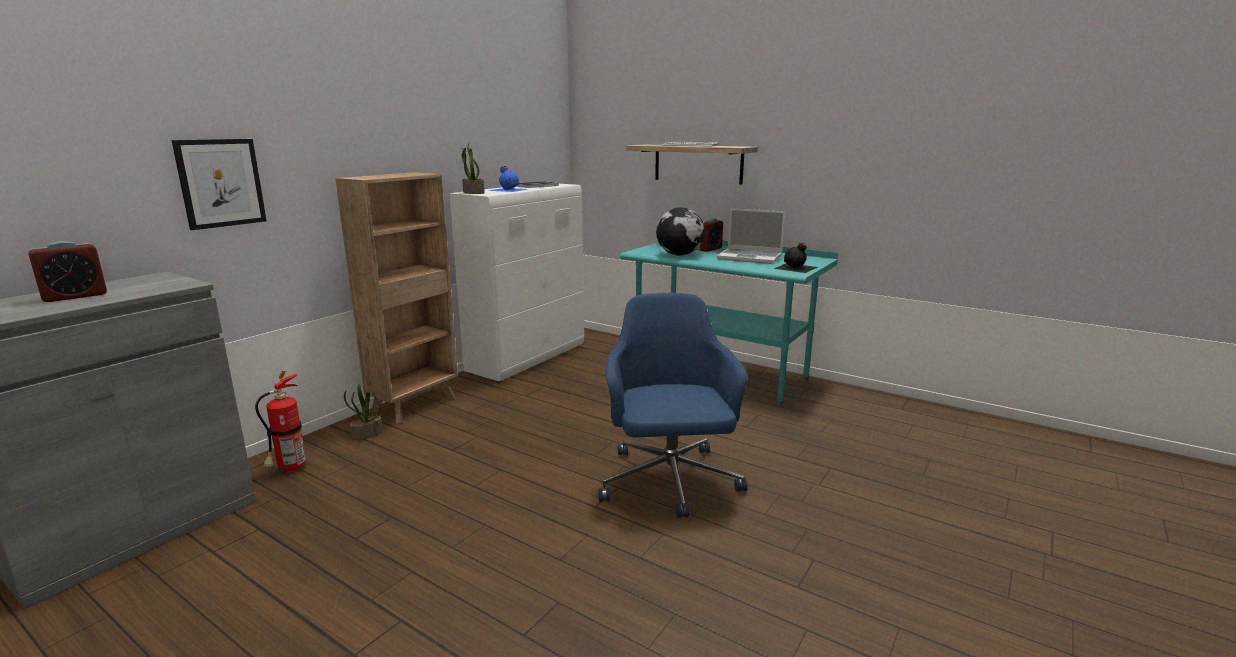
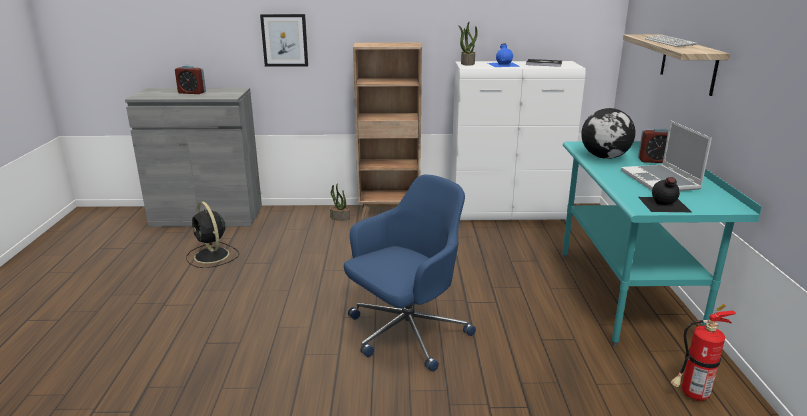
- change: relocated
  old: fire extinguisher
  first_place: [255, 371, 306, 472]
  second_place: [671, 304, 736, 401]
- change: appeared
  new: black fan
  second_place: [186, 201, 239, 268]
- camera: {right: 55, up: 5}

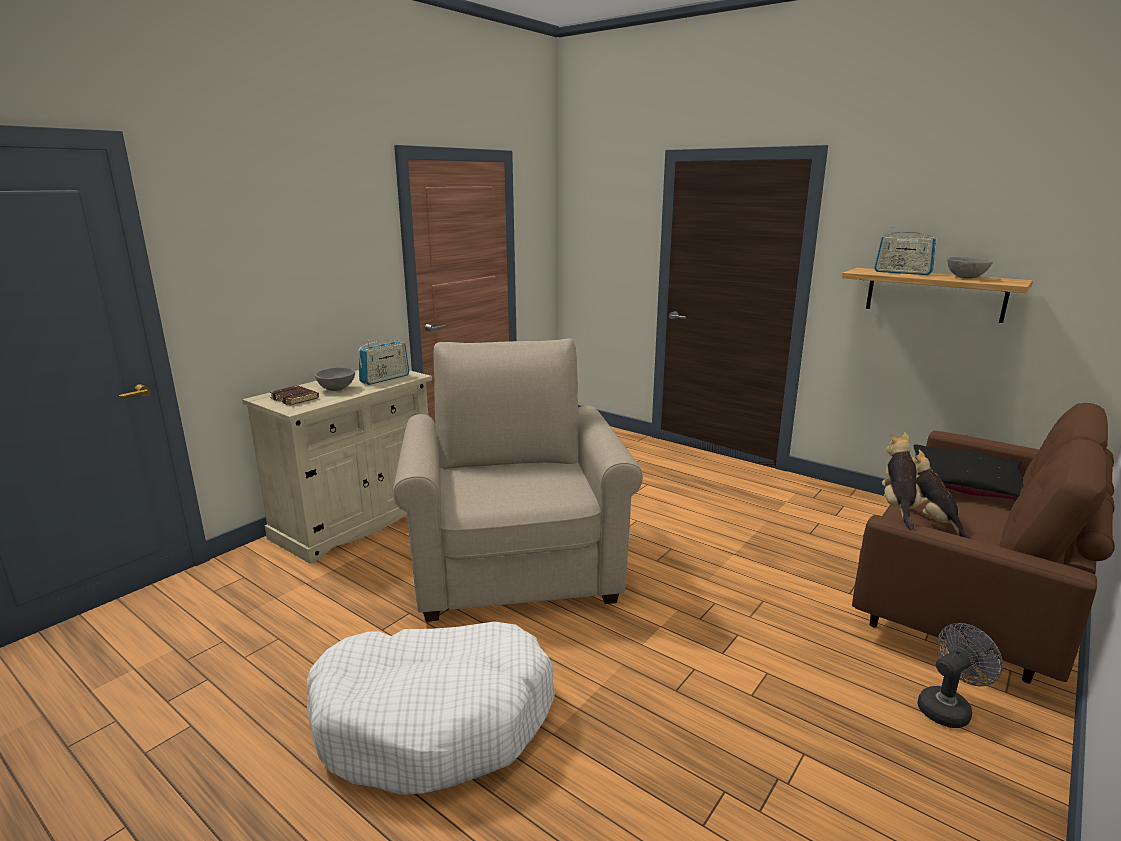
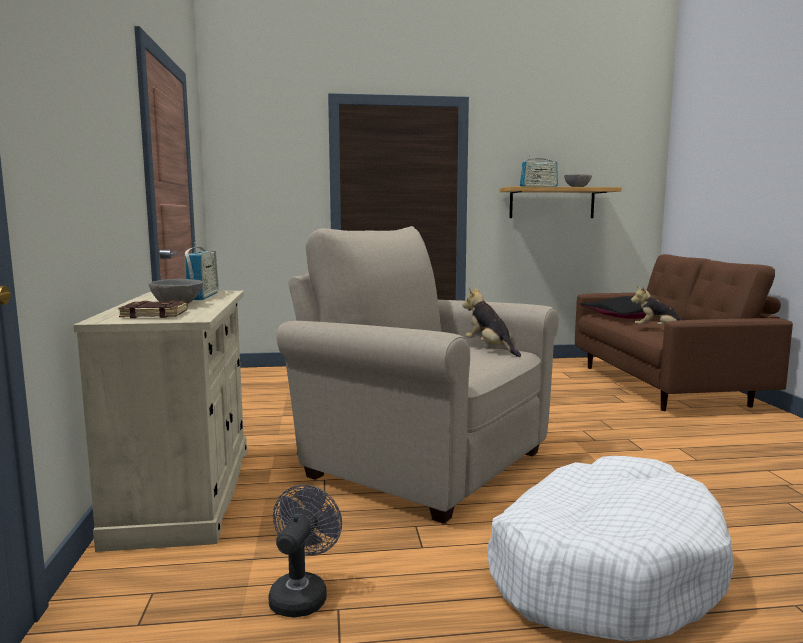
- change: relocated
  old: plush toy
  first_place: [882, 432, 928, 530]
  second_place: [462, 287, 521, 357]
- change: relocated
  old: grey fan
  first_place: [917, 623, 1003, 728]
  second_place: [269, 485, 342, 617]
- camera: {right: -45, up: -10}

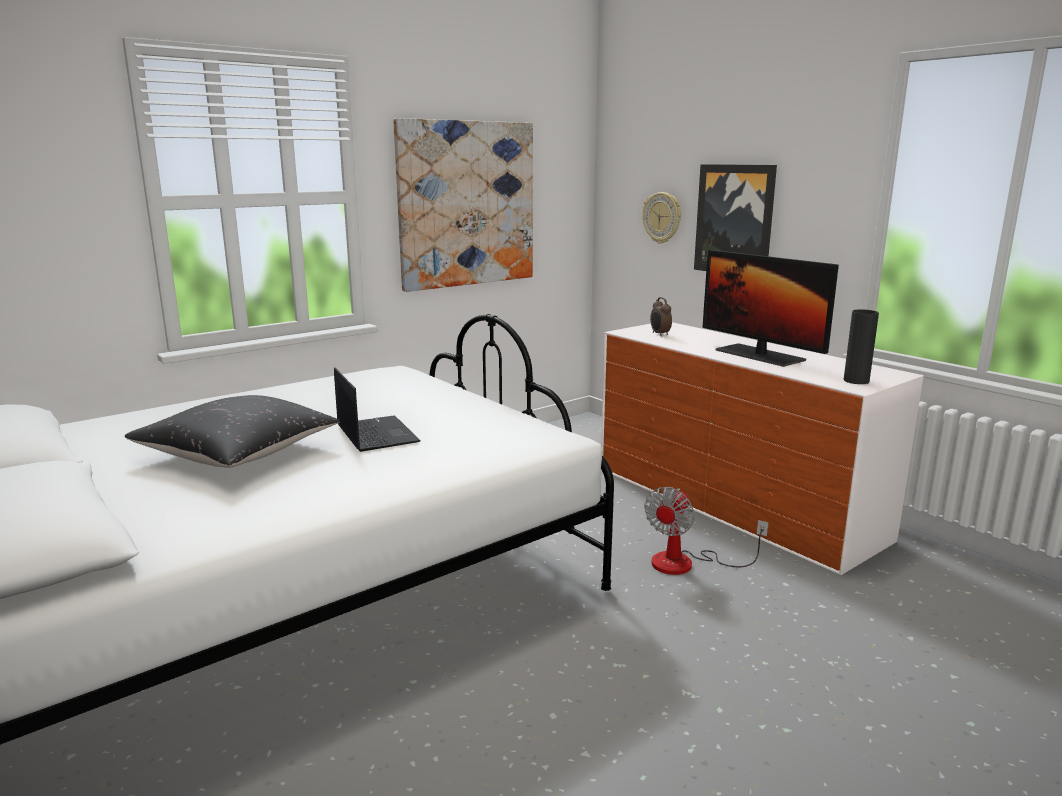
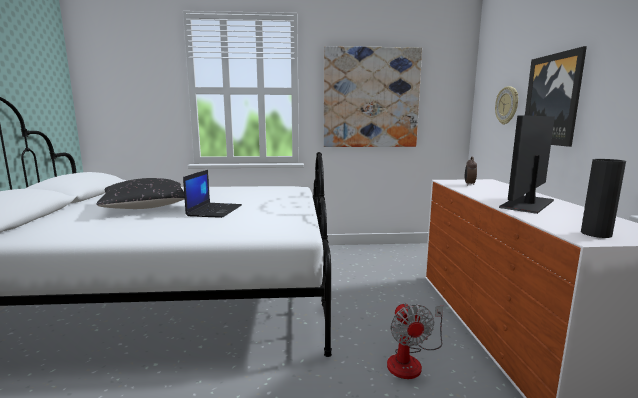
- change: spun
  old: fan
  first_place: [644, 487, 769, 575]
  second_place: [387, 302, 443, 379]
  degrees: -75
- change: spun
  old: monitor
  first_place: [703, 250, 839, 367]
  second_place: [499, 115, 555, 214]
  degrees: 45
- camera: {right: 35, up: -5}

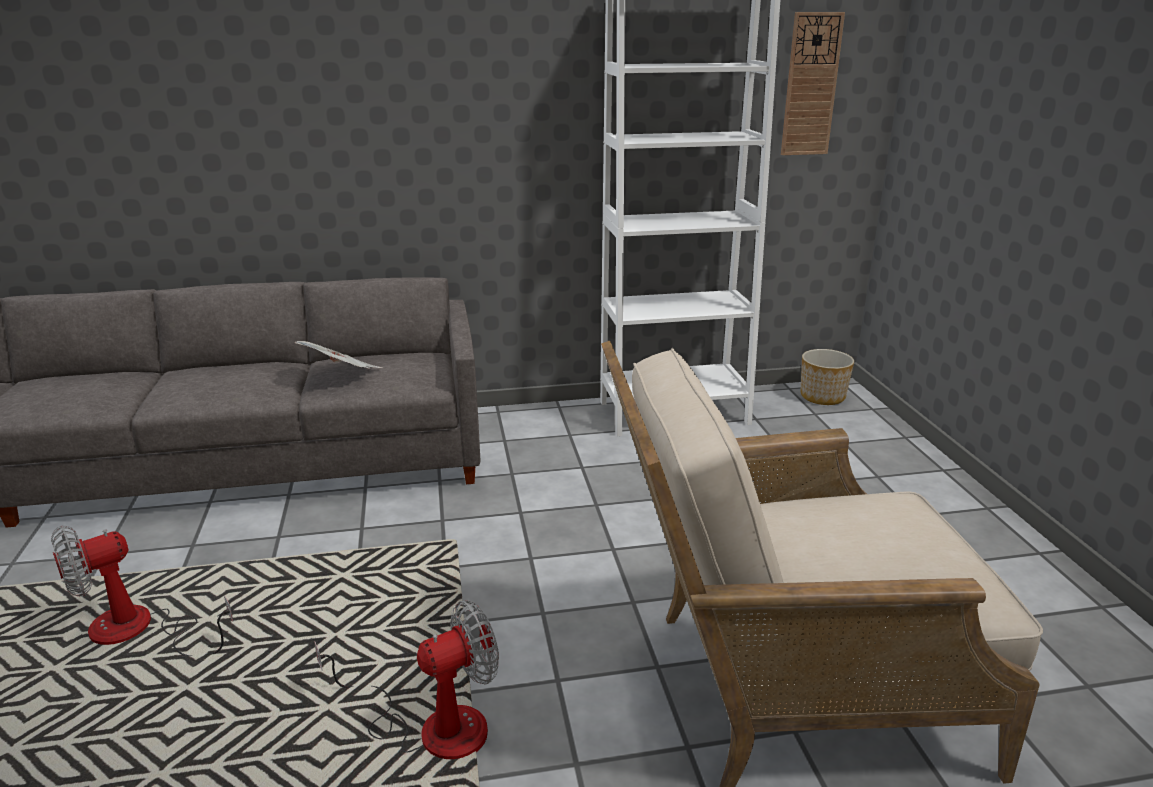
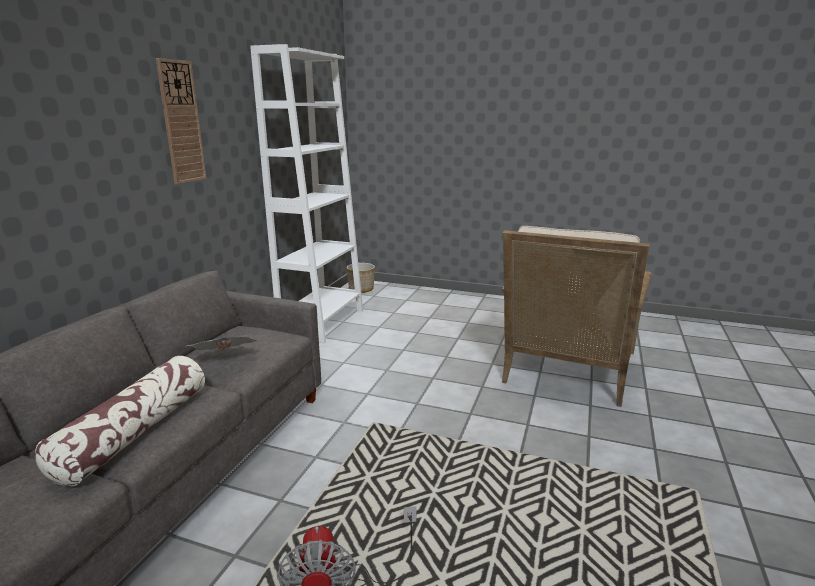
- change: missing
  old: fan
  first_place: [314, 600, 499, 759]
- change: relocated
  old: wall clock
  first_place: [781, 12, 845, 155]
  second_place: [156, 58, 206, 184]
- change: appeared
  new: pillow
  second_place: [35, 356, 205, 486]
- camera: {right: -60, up: -5}

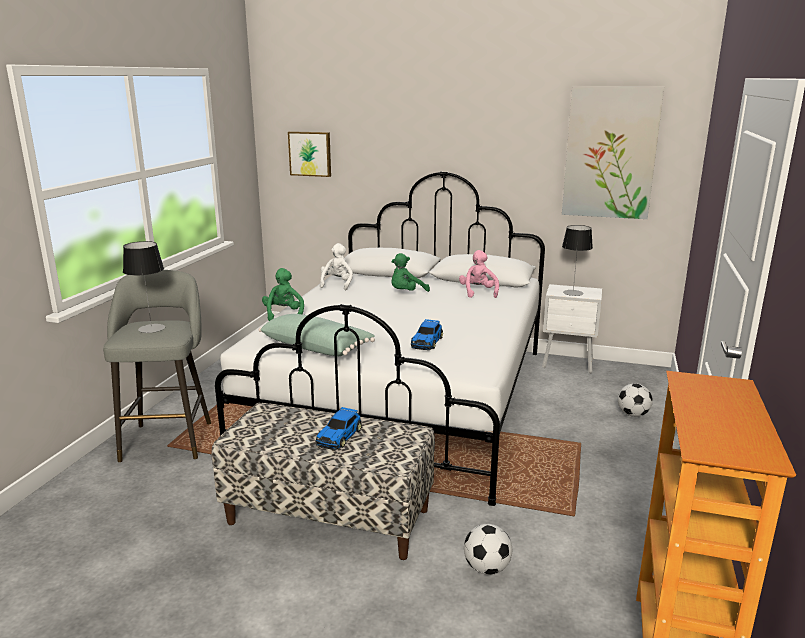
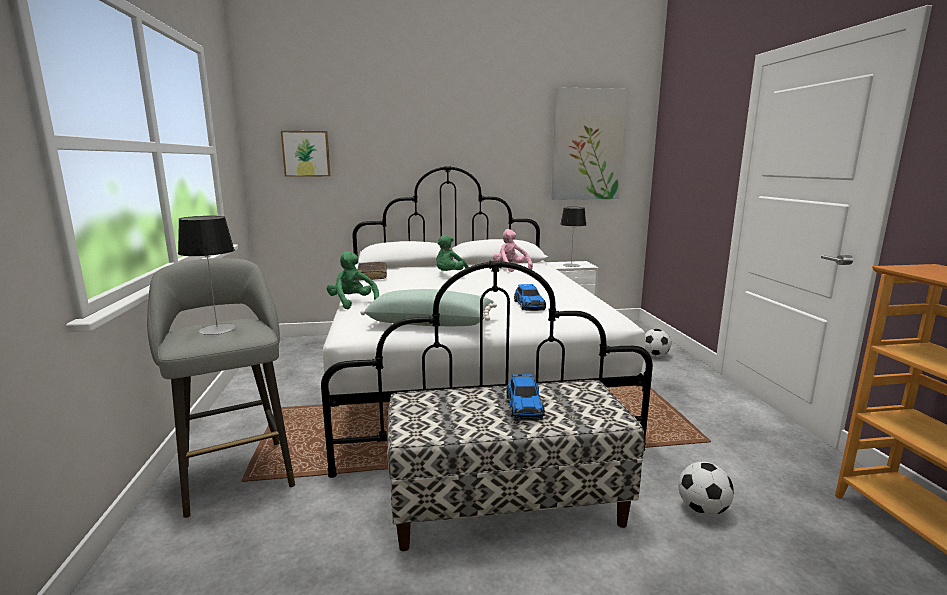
- change: exchanged
  old: white plush toy
  new: brown book
  first_place: [320, 243, 353, 290]
  second_place: [357, 262, 387, 280]
- camera: {right: -25, up: -5}

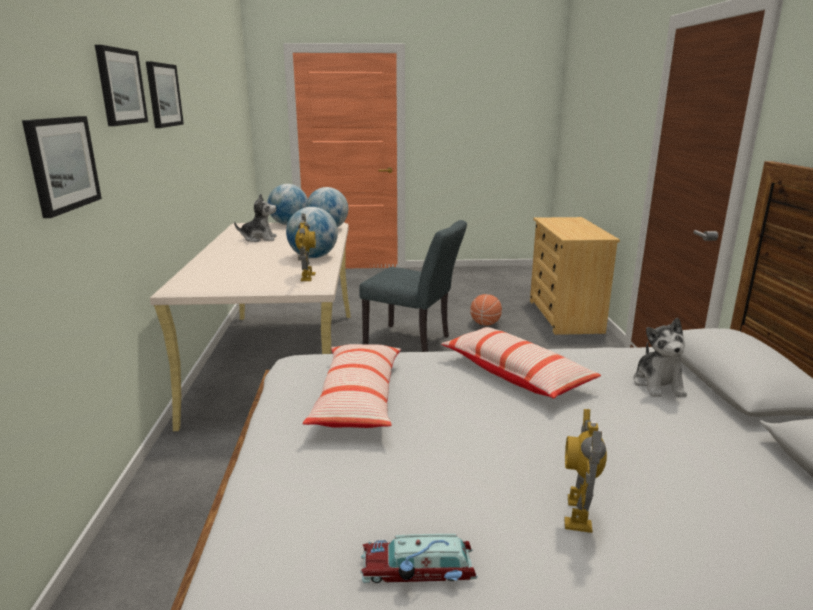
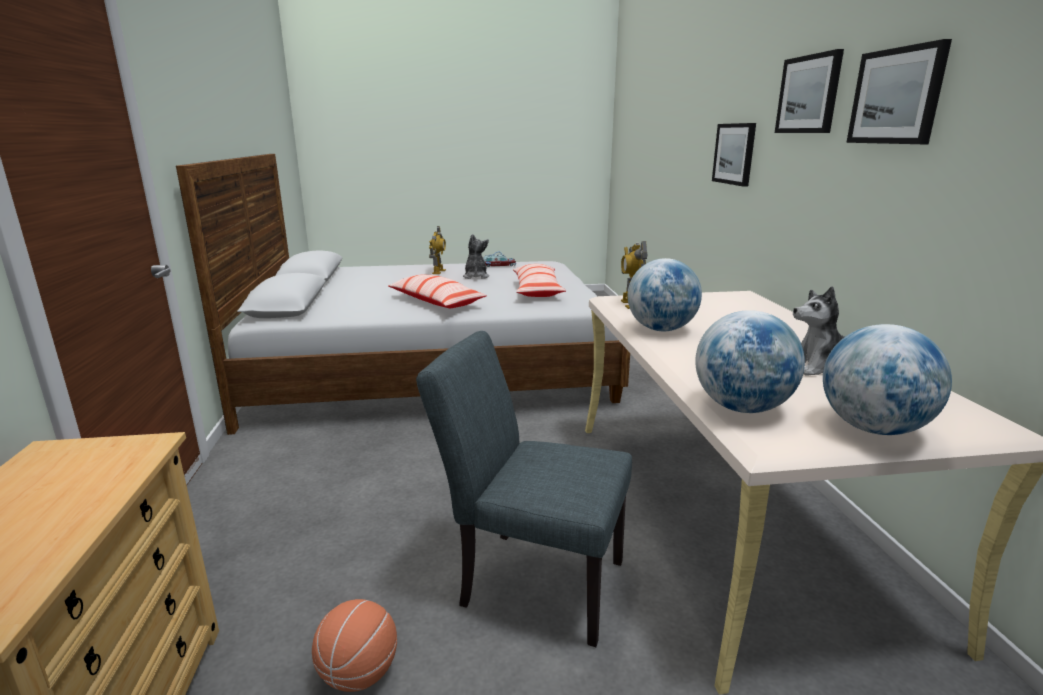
- change: relocated
  old: plush toy
  first_place: [633, 318, 687, 397]
  second_place: [463, 234, 489, 279]
- camera: {right: 175, up: 0}

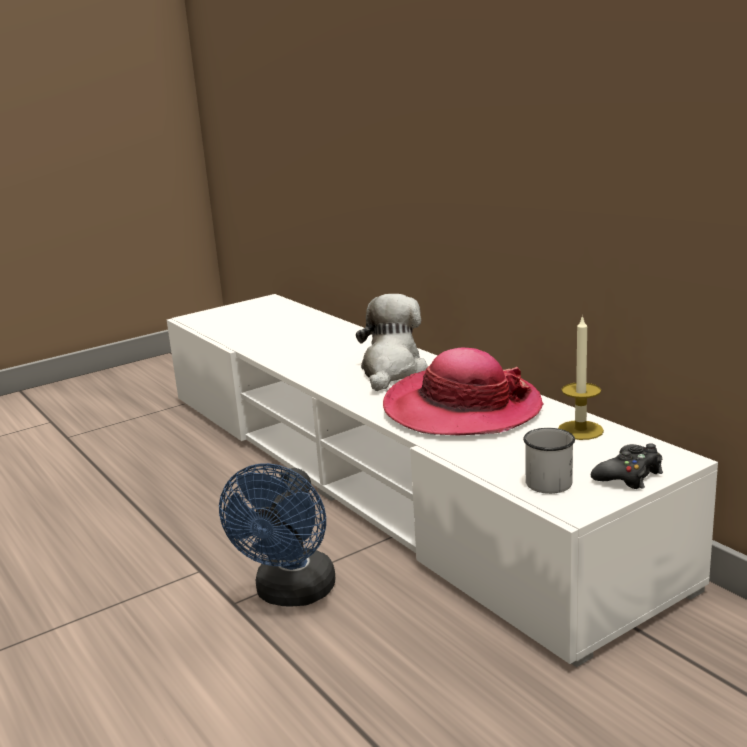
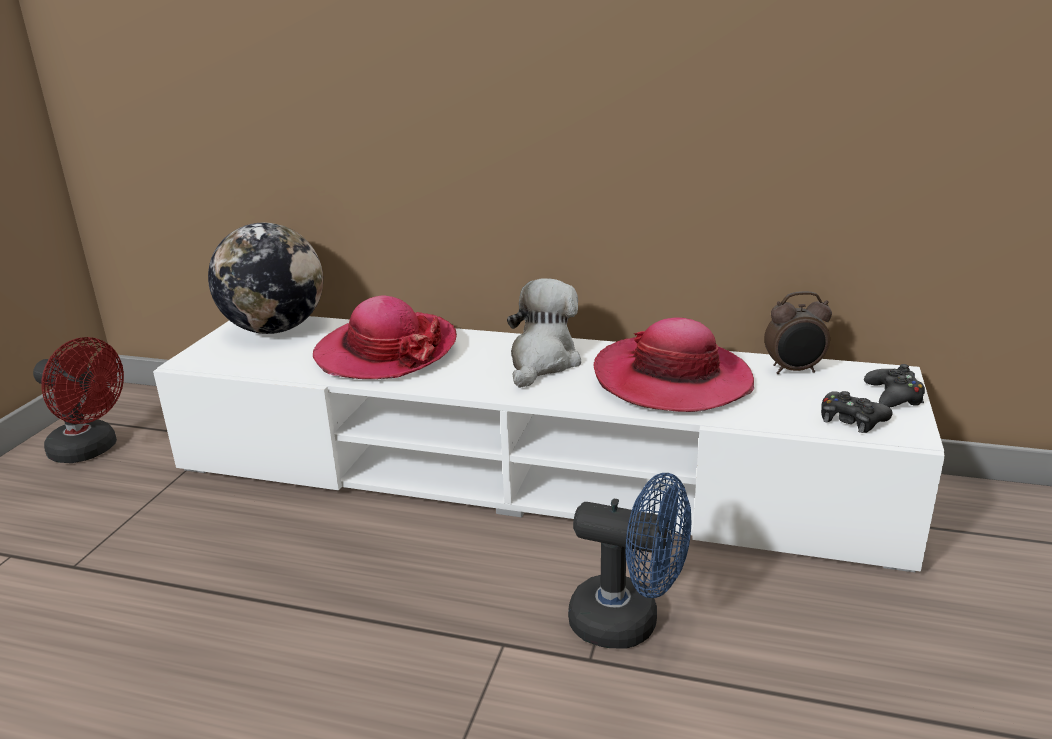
- change: spun
  old: blue fan
  first_place: [219, 463, 336, 607]
  second_place: [568, 473, 691, 649]
  degrees: -45
- change: spun
  old: plush toy
  first_place: [356, 294, 428, 391]
  second_place: [507, 278, 581, 388]
  degrees: 45
- change: exchanged
  old: white mug
  new: black game controller
  first_place: [523, 428, 575, 494]
  second_place: [821, 391, 892, 433]
- change: exchanged
  old: candle
  new: alarm clock
  first_place: [558, 315, 604, 440]
  second_place: [764, 291, 832, 374]
- change: appeared
  new: red fan
  second_place: [33, 337, 124, 463]
- change: appeared
  new: globe
  second_place: [208, 223, 323, 334]
- change: appeared
  new: hat
  second_place: [313, 296, 457, 379]
- camera: {right: -40, up: 5}

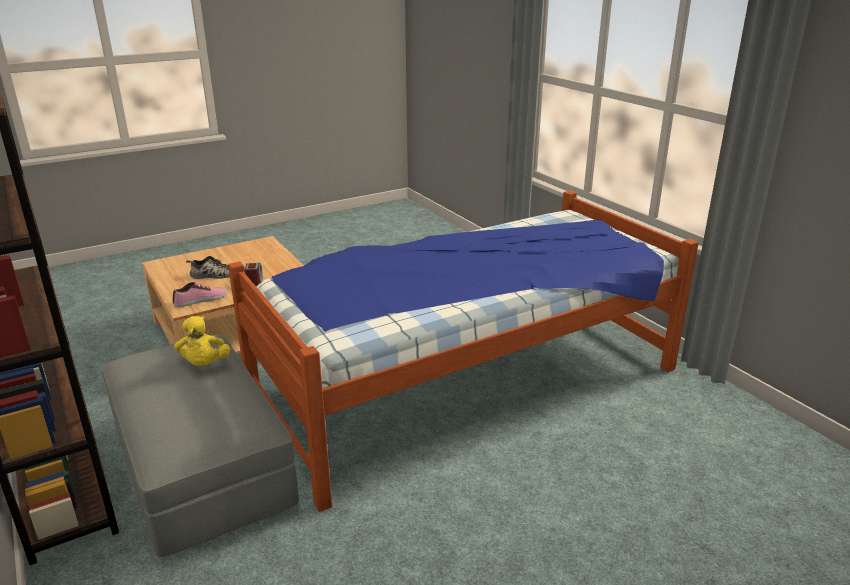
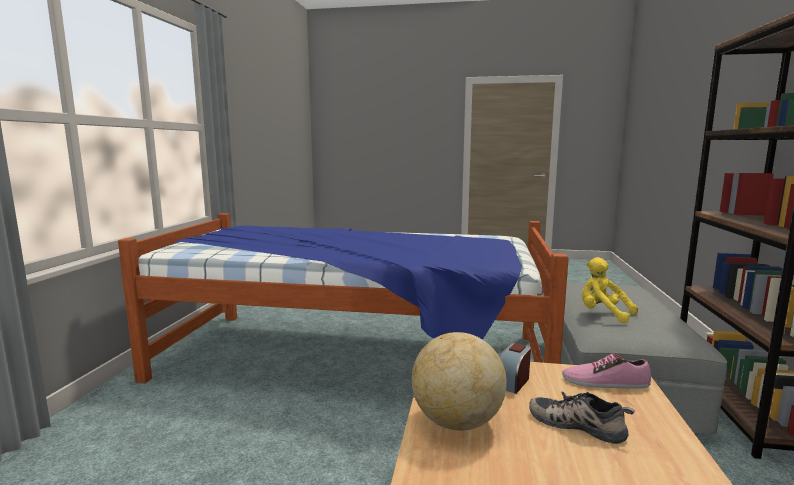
- change: spun
  old: yellow plush toy
  first_place: [174, 316, 230, 366]
  second_place: [582, 257, 638, 323]
  degrees: -75
- change: appeared
  new: globe
  second_place: [412, 332, 507, 431]
- camera: {right: -140, up: -15}

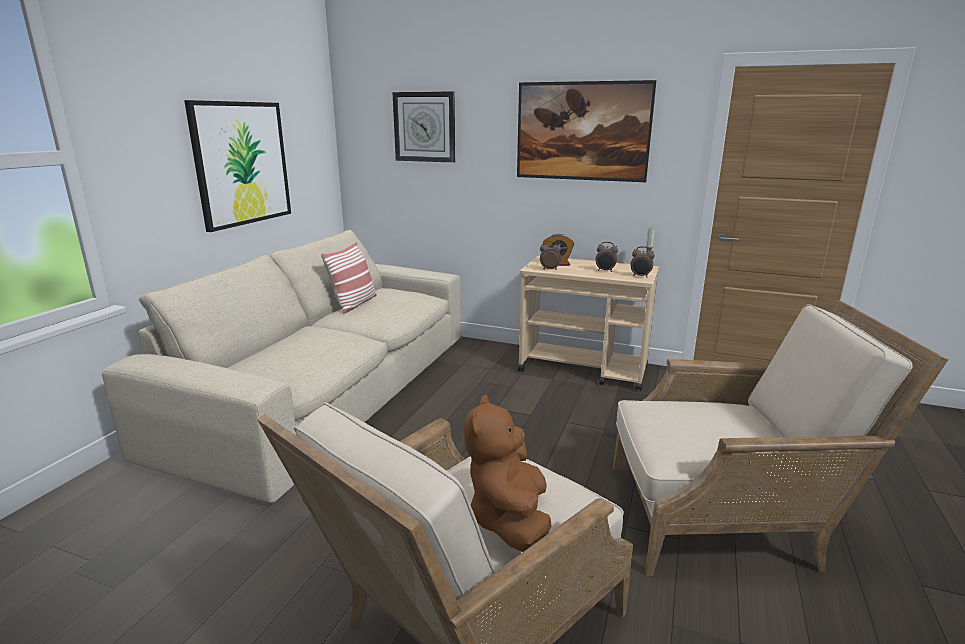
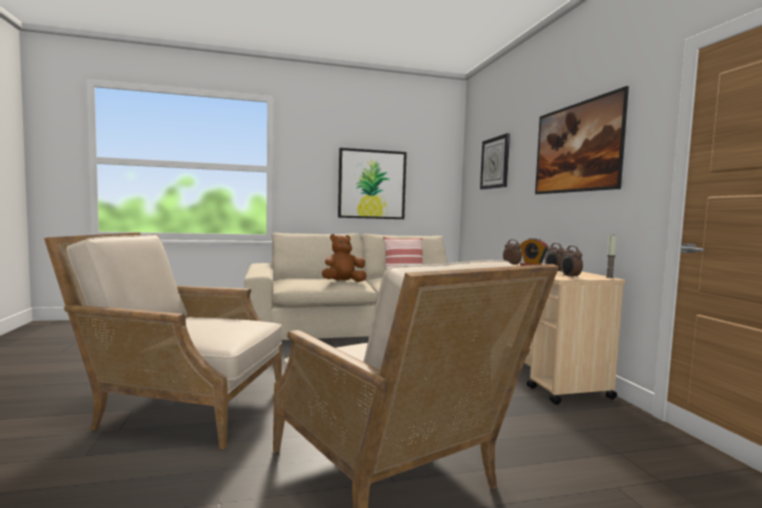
- change: relocated
  old: brown plush toy
  first_place: [464, 395, 551, 552]
  second_place: [322, 234, 367, 282]
- camera: {right: 55, up: -15}

